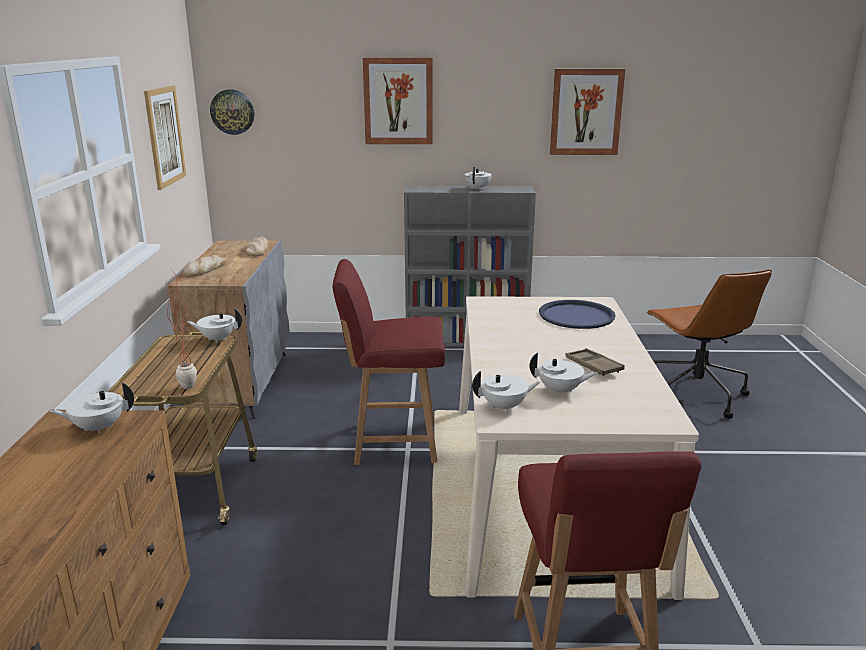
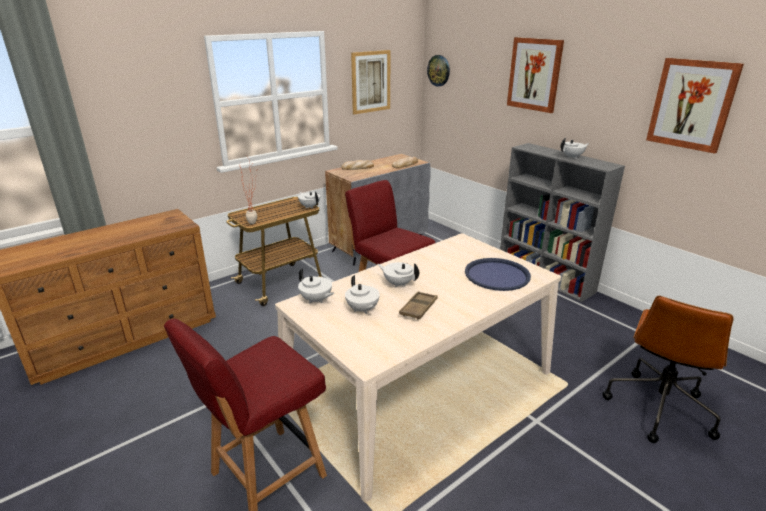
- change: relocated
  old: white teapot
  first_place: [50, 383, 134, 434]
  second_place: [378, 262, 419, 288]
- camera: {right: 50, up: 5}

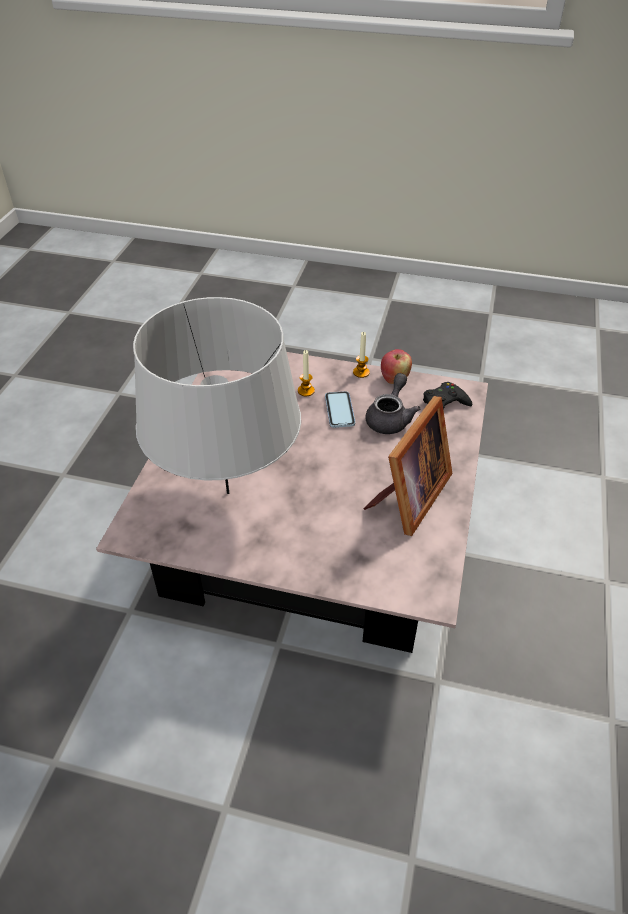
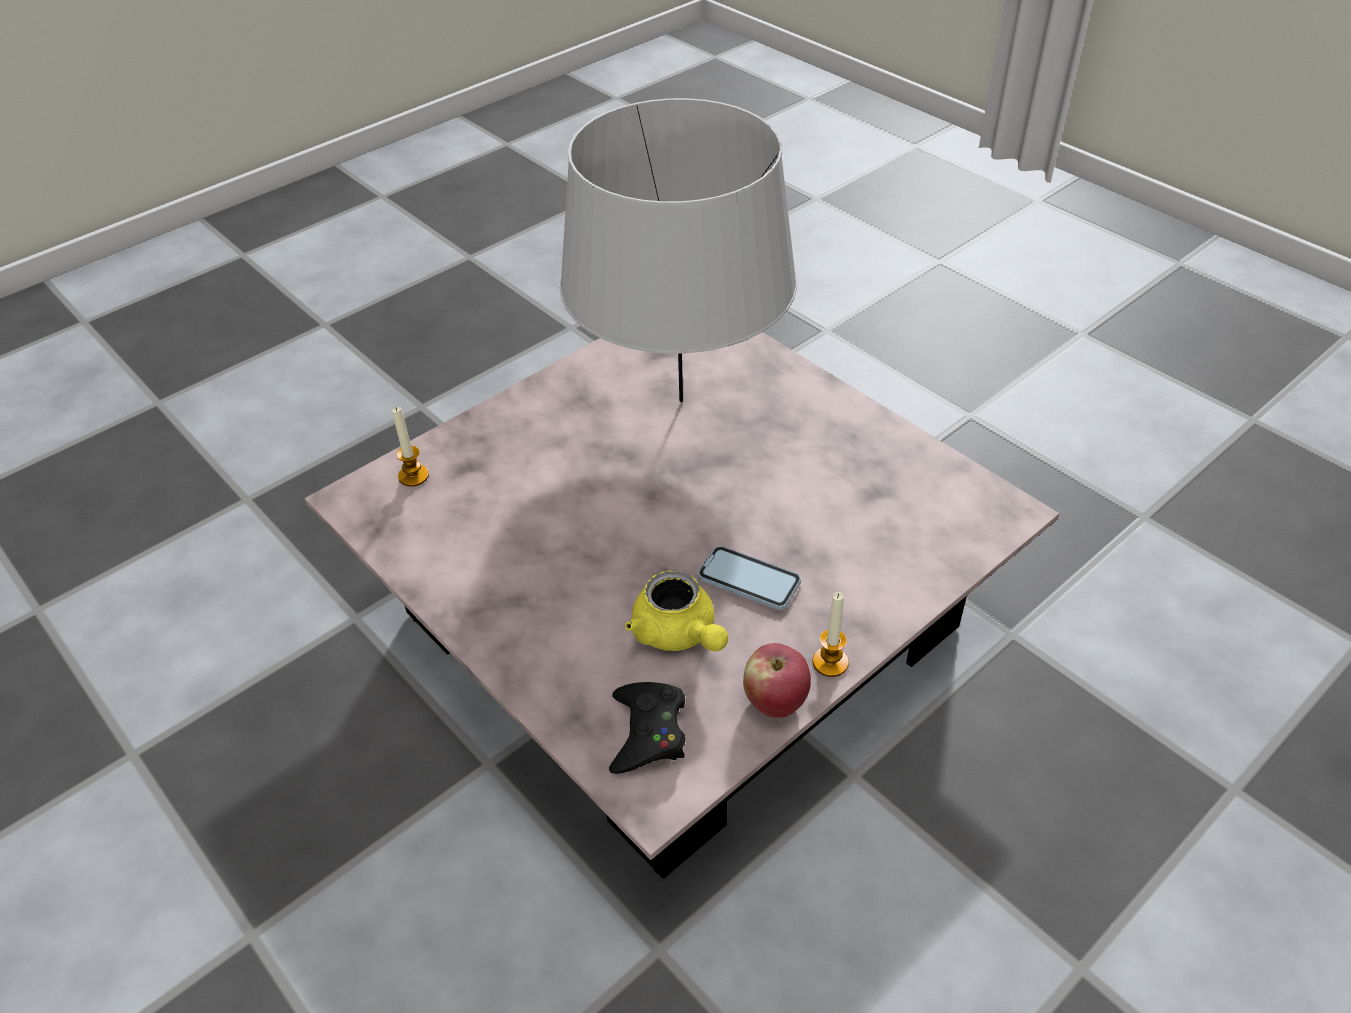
- change: relocated
  old: candle
  first_place: [298, 350, 315, 396]
  second_place: [392, 407, 429, 487]
- change: missing
  old: picture frame
  first_place: [364, 396, 452, 536]
- change: colour
  old: grey teapot
  new: yellow teapot
  first_place: [366, 373, 420, 434]
  second_place: [625, 570, 728, 651]
- camera: {right: 125, up: 0}

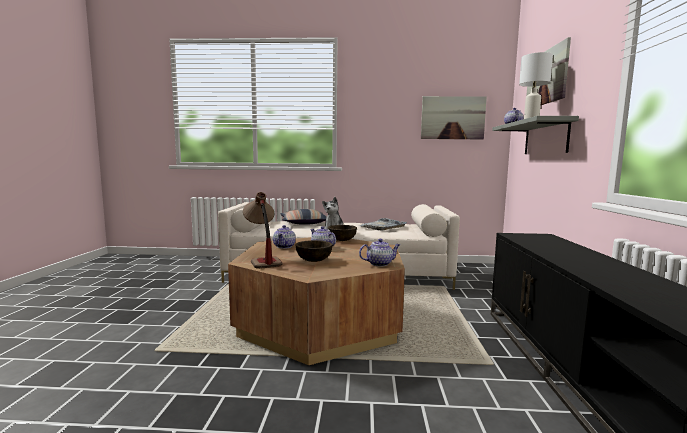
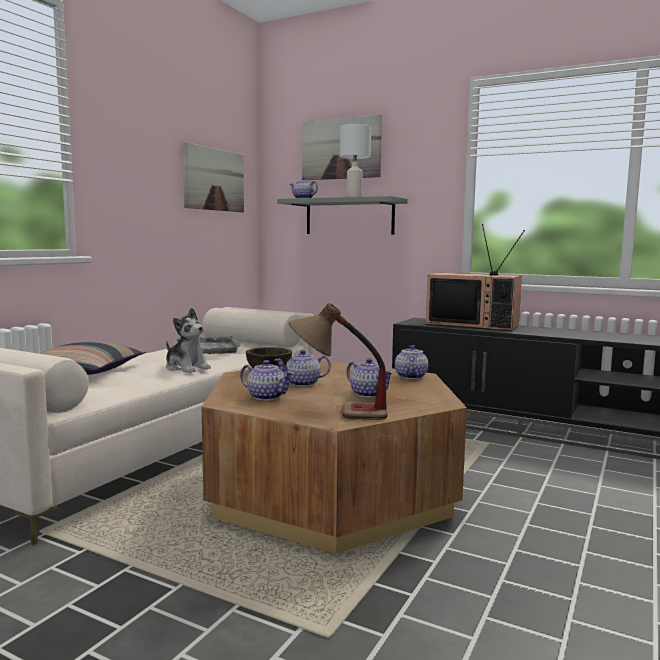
- change: exchanged
  old: brown bowl
  new: teapot
  first_place: [295, 240, 333, 262]
  second_place: [346, 358, 394, 398]
- change: appeared
  new: television
  second_place: [426, 224, 525, 331]
- camera: {right: -65, up: 0}

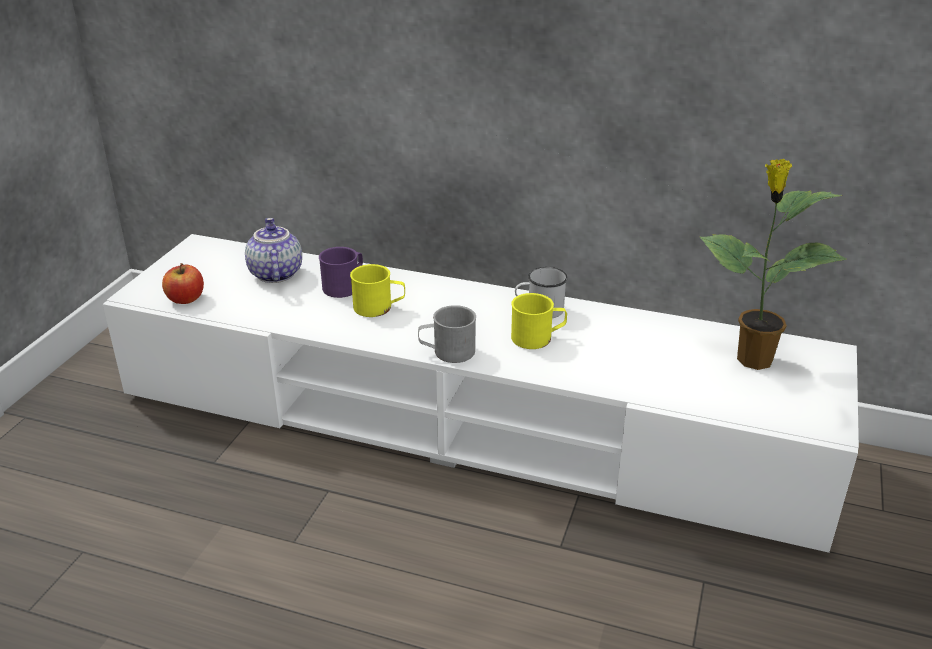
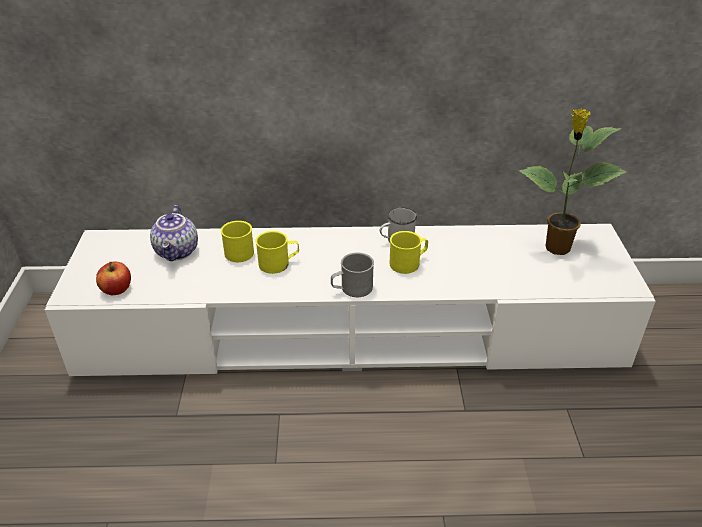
- change: spun
  old: teapot
  first_place: [245, 218, 302, 283]
  second_place: [150, 205, 198, 261]
  degrees: -150
- change: colour
  old: purple mug
  new: yellow mug
  first_place: [319, 247, 363, 298]
  second_place: [221, 221, 254, 262]
- camera: {right: -20, up: 5}

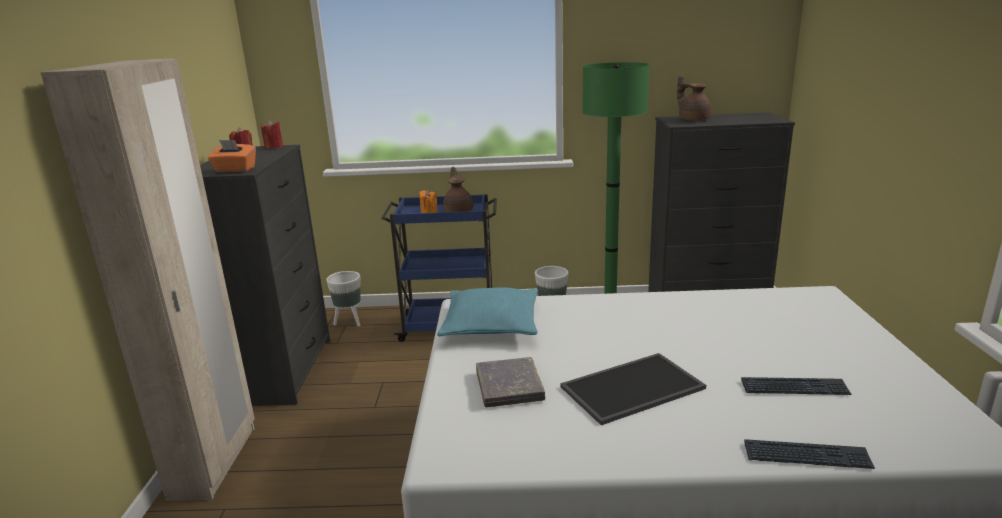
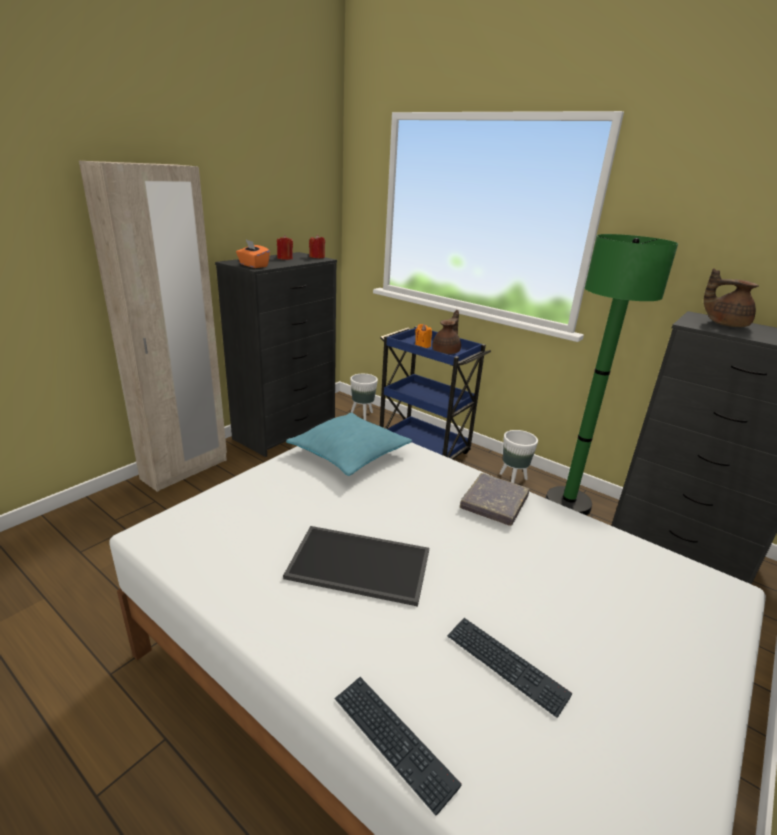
- change: relocated
  old: grey book
  first_place: [476, 357, 545, 407]
  second_place: [460, 473, 530, 526]
- change: spun
  old: brown teapot
  first_place: [677, 75, 712, 121]
  second_place: [704, 269, 759, 327]
  degrees: -75
- camera: {right: 35, up: 5}

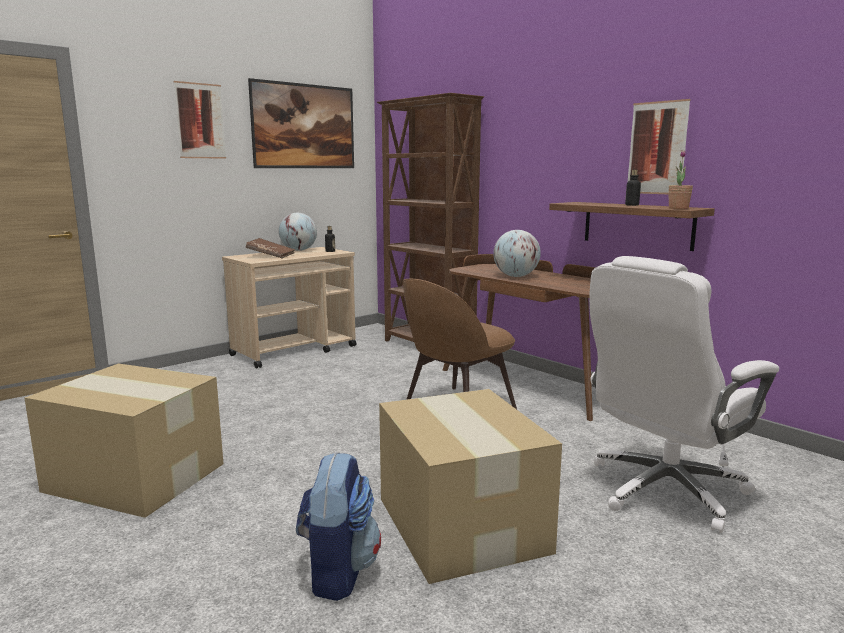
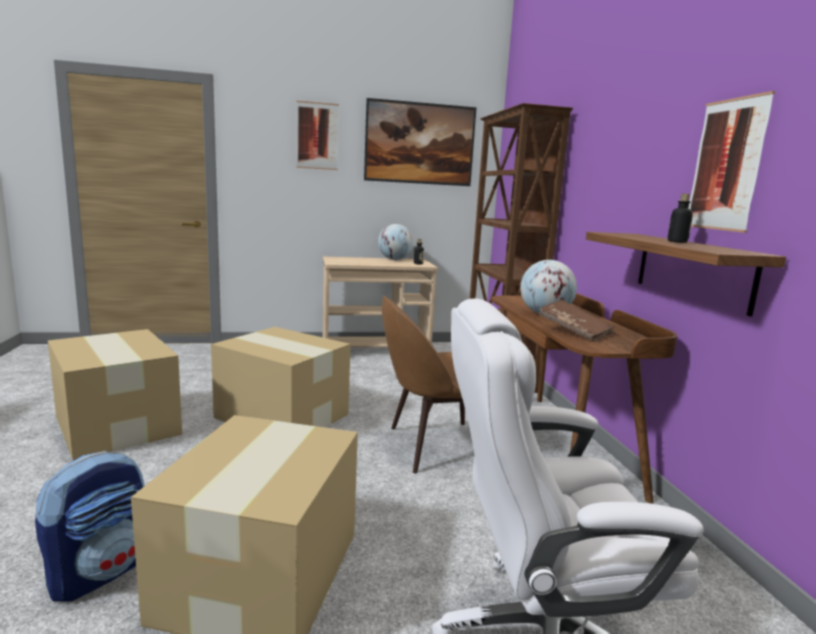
- change: relocated
  old: brown book
  first_place: [245, 238, 295, 259]
  second_place: [539, 300, 615, 342]
- change: missing
  old: potted plant
  first_place: [668, 150, 693, 209]
- change: appeared
  new: cardboard box
  second_place: [211, 327, 351, 427]
- camera: {right: 30, up: 0}

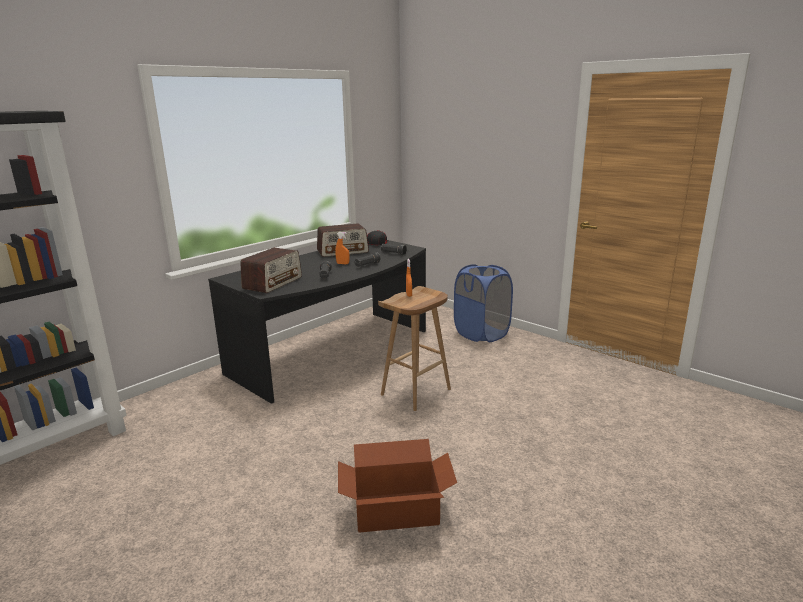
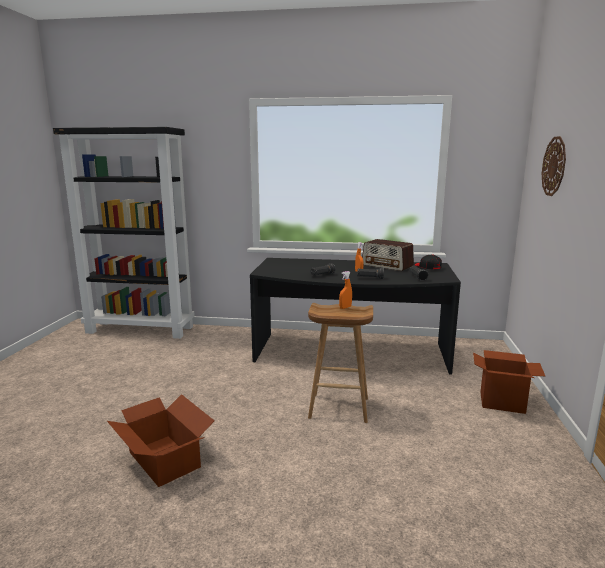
- change: missing
  old: radio
  first_place: [240, 248, 302, 293]
- change: exchanged
  old: blue laundry basket
  new: cardboard box
  first_place: [454, 264, 513, 342]
  second_place: [473, 350, 545, 414]
- change: appeared
  new: wall clock
  second_place: [541, 136, 566, 196]
- camera: {right: 55, up: -5}

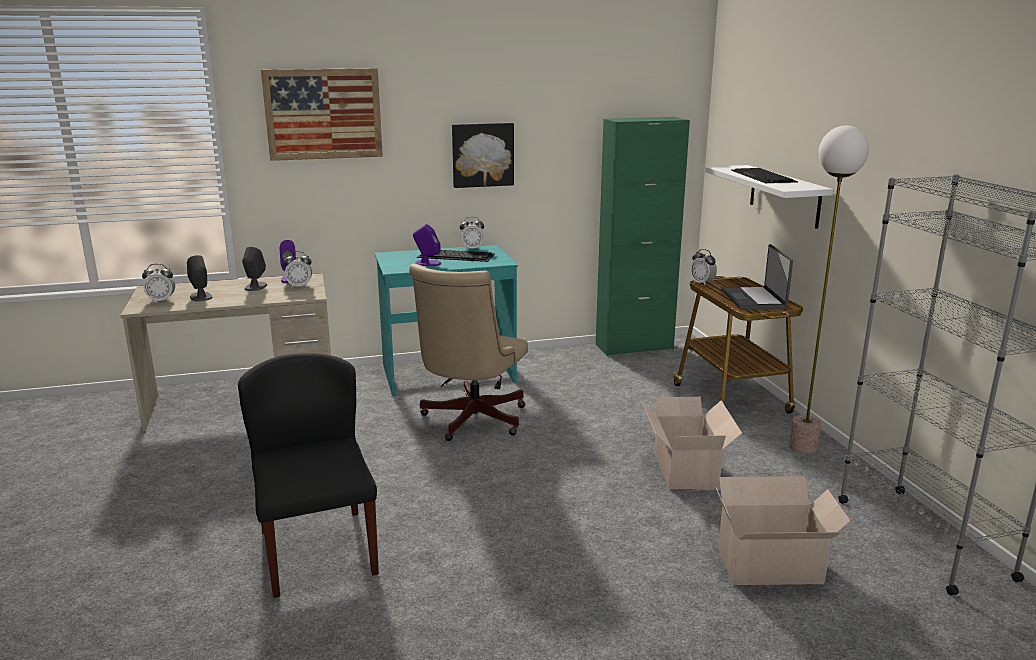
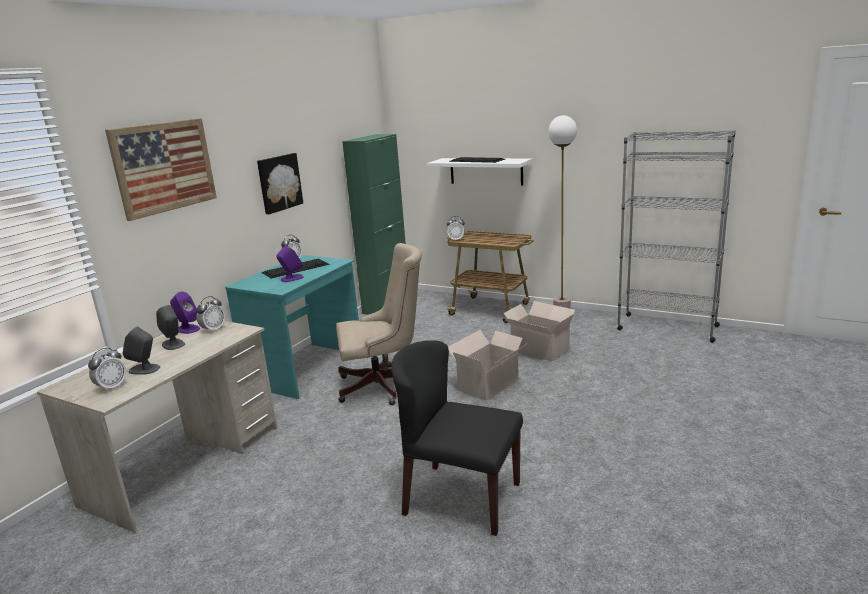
- change: spun
  old: beige office chair
  first_place: [409, 263, 528, 441]
  second_place: [336, 243, 422, 405]
  degrees: -75
- change: relocated
  old: cardboard box
  first_place: [716, 476, 851, 585]
  second_place: [448, 330, 528, 401]
- change: missing
  old: laptop
  first_place: [721, 244, 793, 310]
- camera: {right: -45, up: 0}

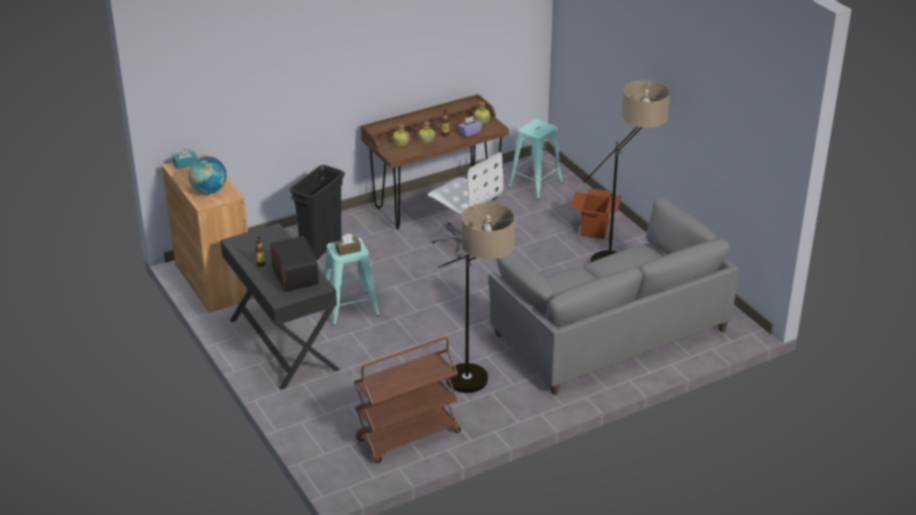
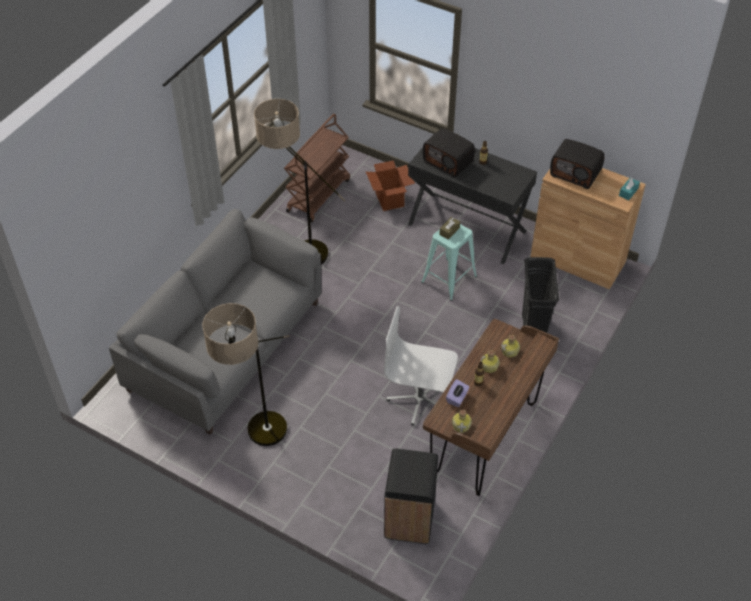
- change: exchanged
  old: globe
  new: radio
  first_place: [188, 156, 226, 194]
  second_place: [550, 139, 605, 189]
- change: exchanged
  old: turquoise stool
  new: black trash can
  first_place: [508, 119, 563, 199]
  second_place: [384, 449, 438, 544]
- change: relocated
  old: cardboard box
  first_place: [570, 189, 622, 239]
  second_place: [366, 160, 415, 211]
- camera: {right: 150, up: 15}

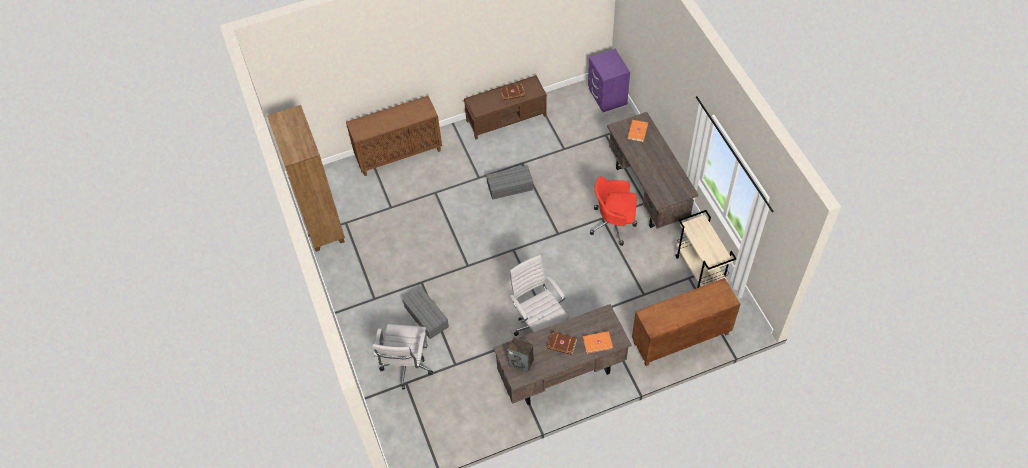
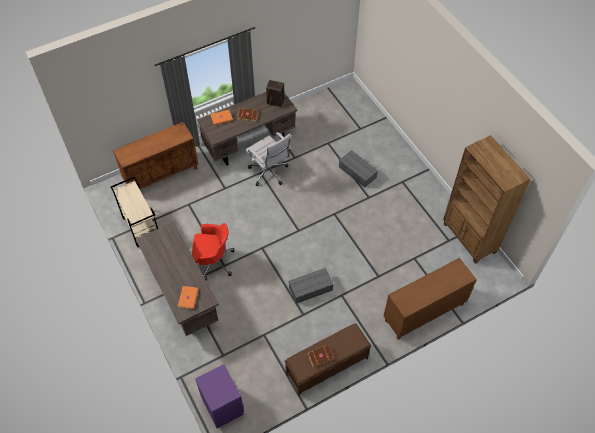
- change: missing
  old: white office chair
  first_place: [373, 324, 433, 390]
- camera: {right: 170, up: 0}

